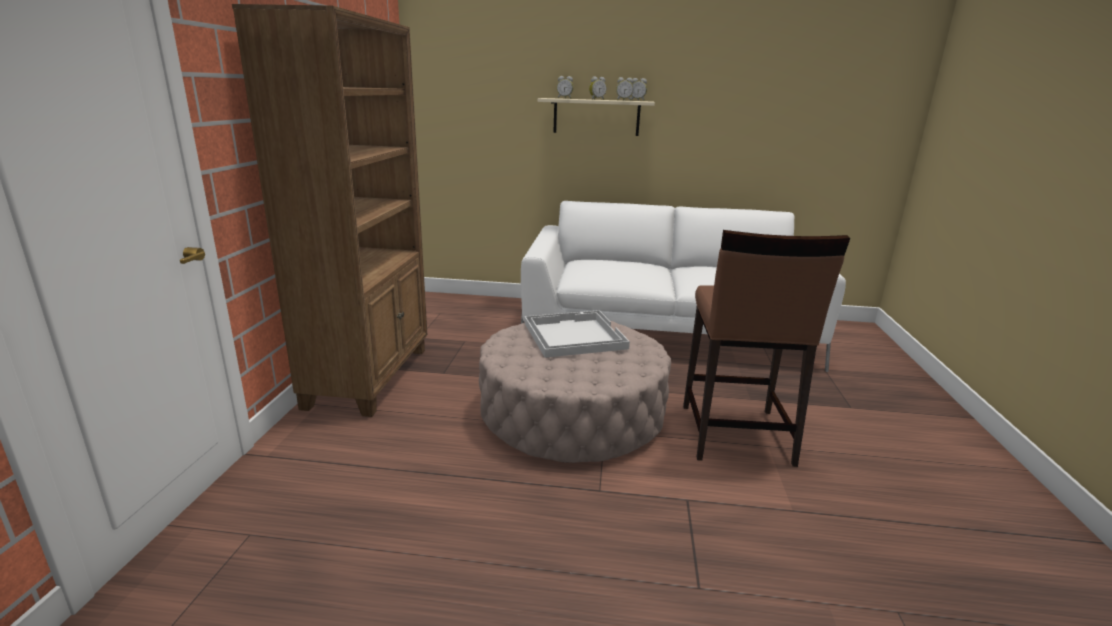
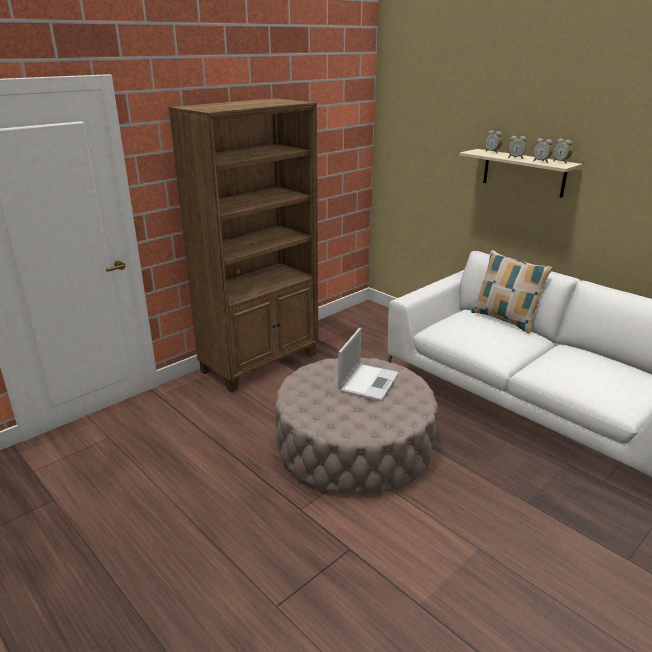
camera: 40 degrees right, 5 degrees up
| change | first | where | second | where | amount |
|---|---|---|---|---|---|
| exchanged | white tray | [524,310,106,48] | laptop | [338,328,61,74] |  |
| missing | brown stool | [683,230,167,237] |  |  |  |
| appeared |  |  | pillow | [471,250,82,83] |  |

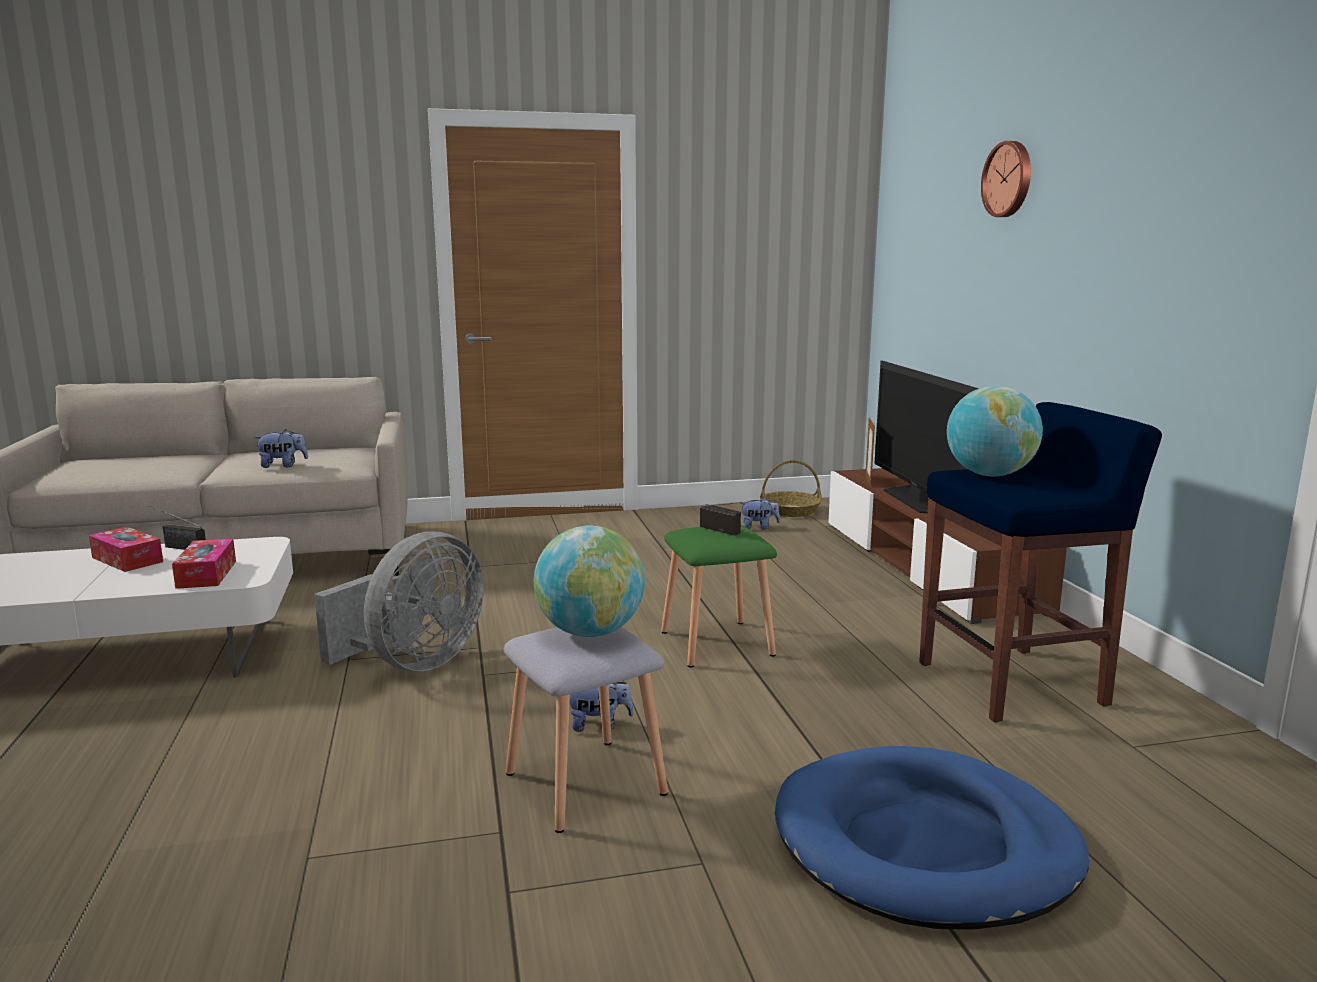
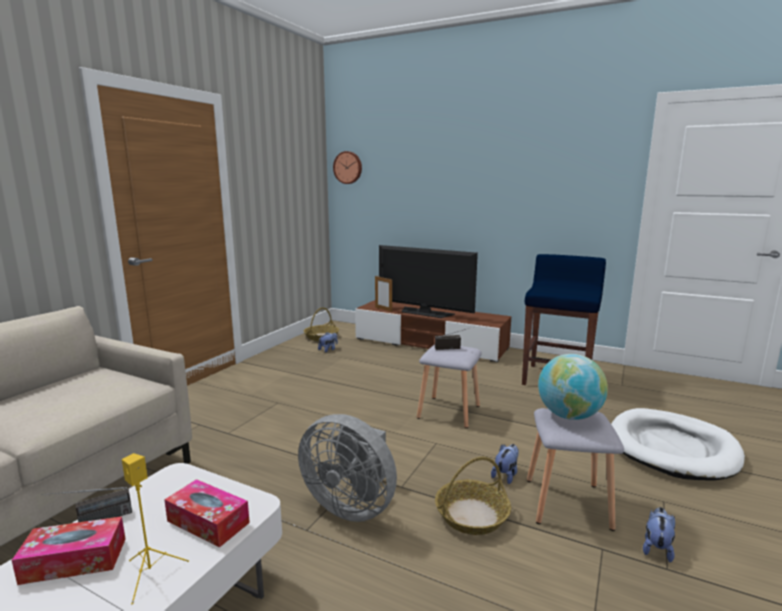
camera: 50 degrees left, 0 degrees up
| change | first | where | second | where | amount |
|---|---|---|---|---|---|
| relocated | plush toy | [254,429,54,39] |  | [643,507,32,55] |  |
| spun | grey fan | [314,531,170,140] |  | [298,414,99,108] | 135 degrees clockwise |
| colour | green stool | [661,525,116,142] | grey stool | [417,345,65,83] |  |
| colour | blue dog bed | [775,746,314,184] | white dog bed | [611,408,134,72] |  |
| missing | globe | [947,386,96,90] |  |  |  |
| relocated | wall clock | [981,141,50,76] |  | [333,151,29,33] |  |
| appeared |  |  | yellow speaker | [122,453,67,152] |  |
| appeared |  |  | basket | [435,457,76,78] |  |

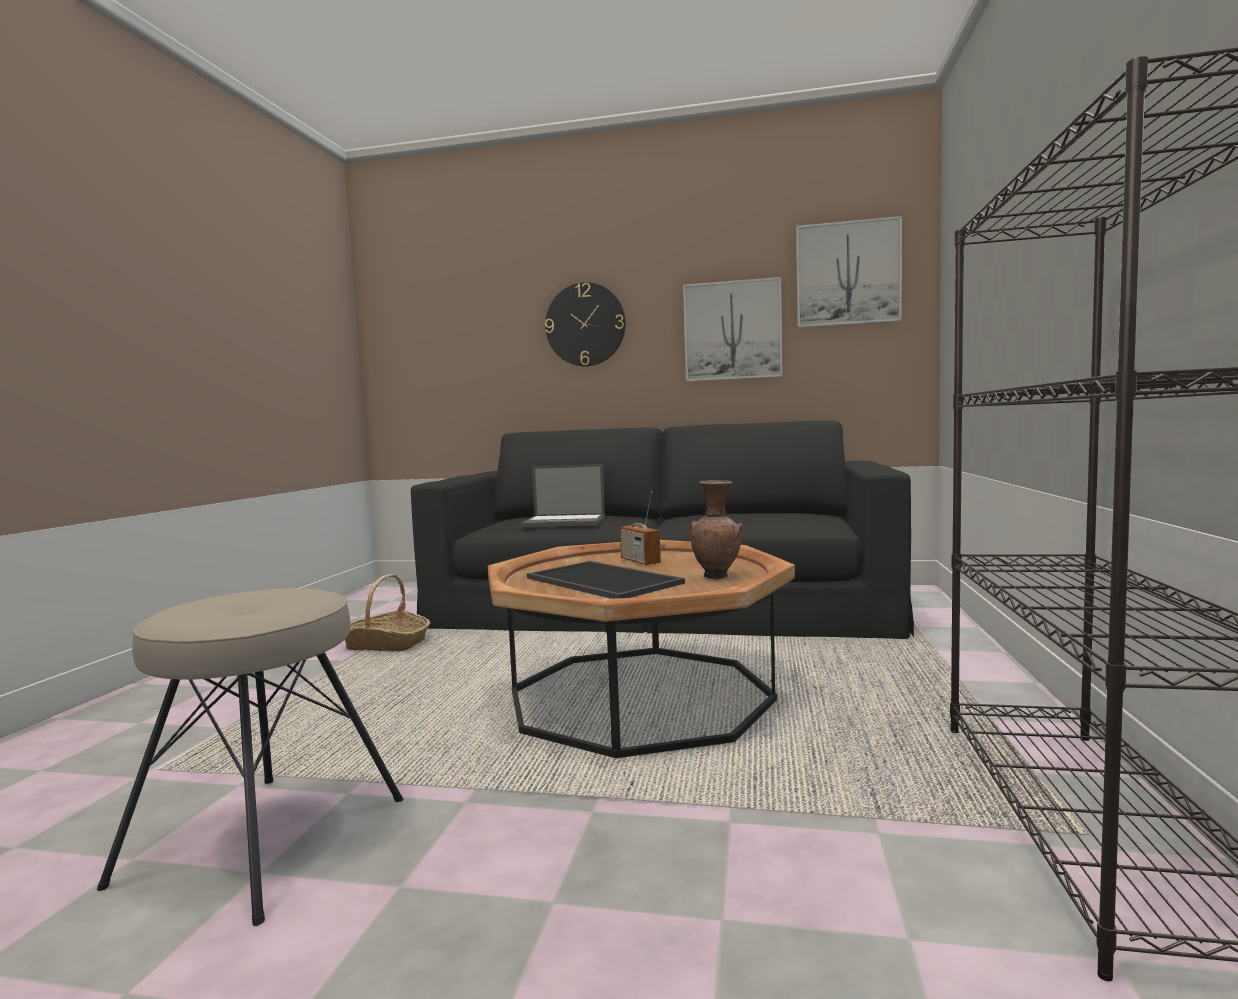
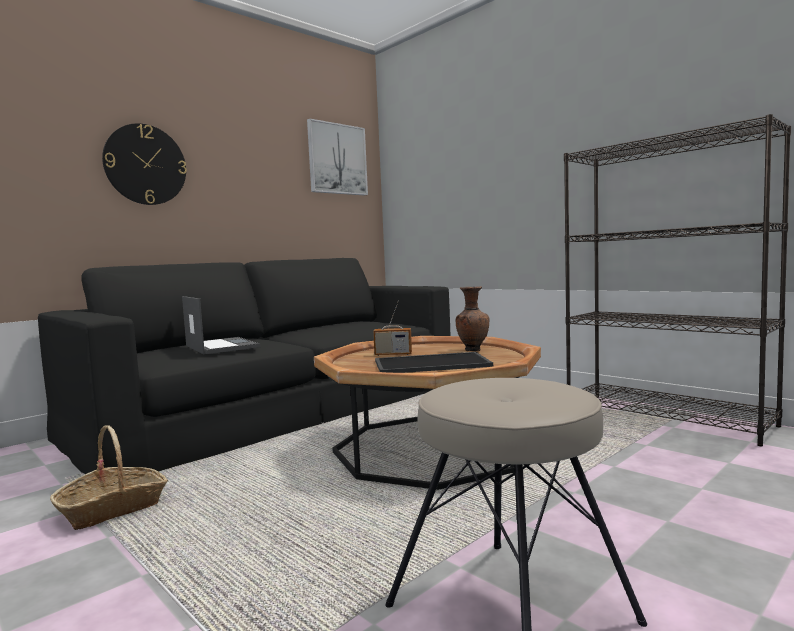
camera: 55 degrees left, 0 degrees up
| change | first | where | second | where | amount |
|---|---|---|---|---|---|
| spun | laptop | [521,464,84,63] |  | [182,296,78,58] | 75 degrees counterclockwise |
| missing | picture | [683,277,100,105] |  |  |  |

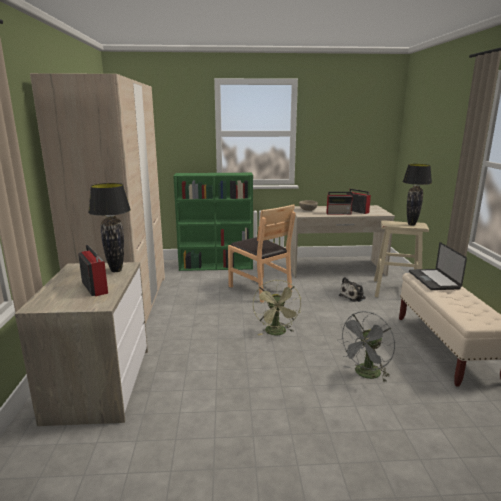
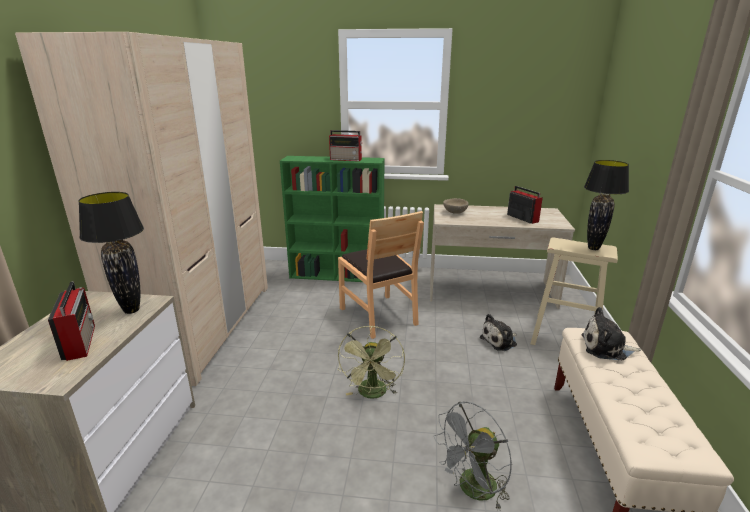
camera: 10 degrees right, 5 degrees up
| change | first | where | second | where | amount |
|---|---|---|---|---|---|
| relocated | radio | [326,192,27,23] |  | [329,130,33,31] |  |
| exchanged | laptop | [409,242,58,48] | plush toy | [581,307,60,53] |  |

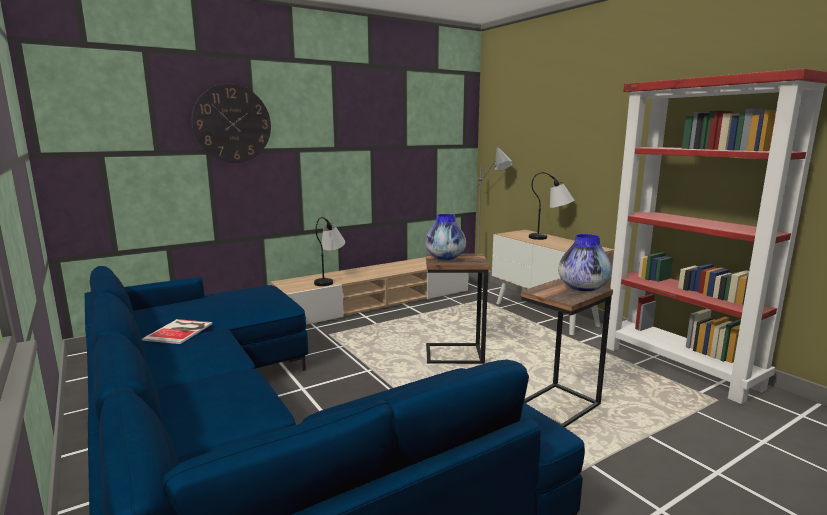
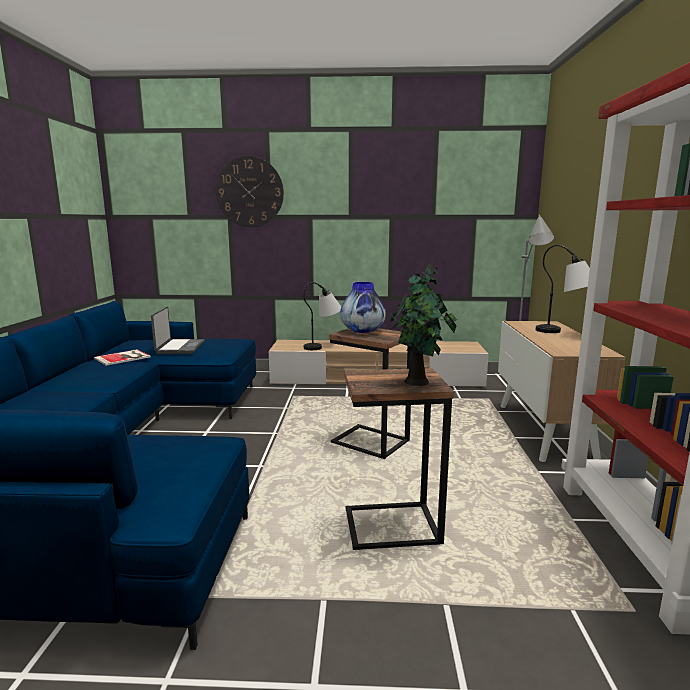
camera: 35 degrees right, 0 degrees up
| change | first | where | second | where | amount |
|---|---|---|---|---|---|
| exchanged | vase | [558,234,54,57] | potted plant | [390,264,67,122] |  |
| appeared |  |  | laptop | [151,306,54,48] |  |

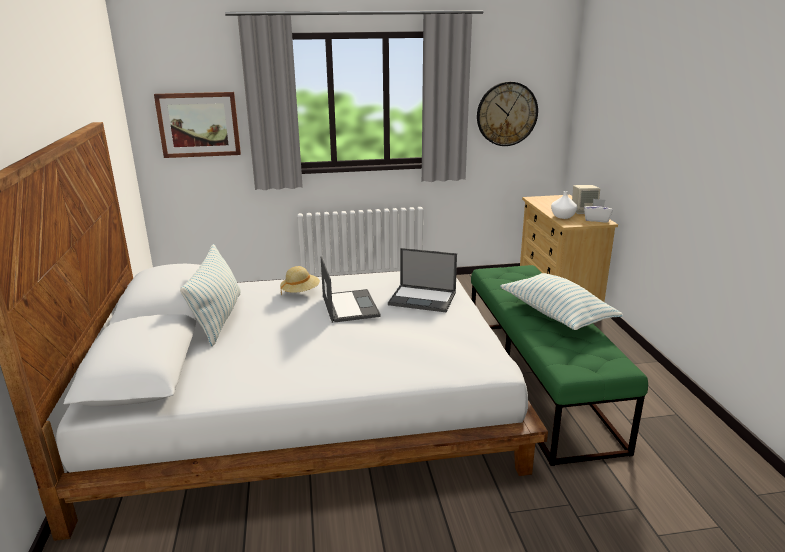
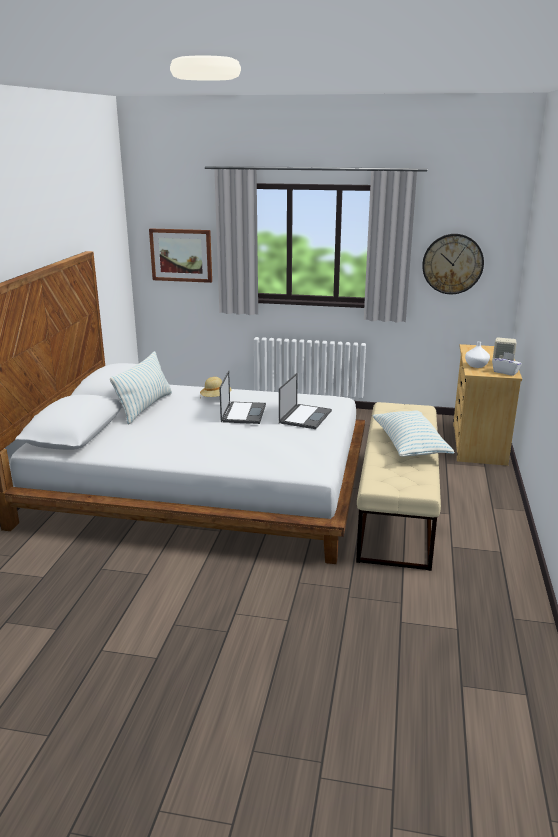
camera: 20 degrees right, 0 degrees up
| change | first | where | second | where | amount |
|---|---|---|---|---|---|
| spun | laptop | [388,248,69,64] |  | [279,373,53,56] | 105 degrees counterclockwise |
| colour | green bench | [471,265,177,201] | beige bench | [356,402,85,169] |  |

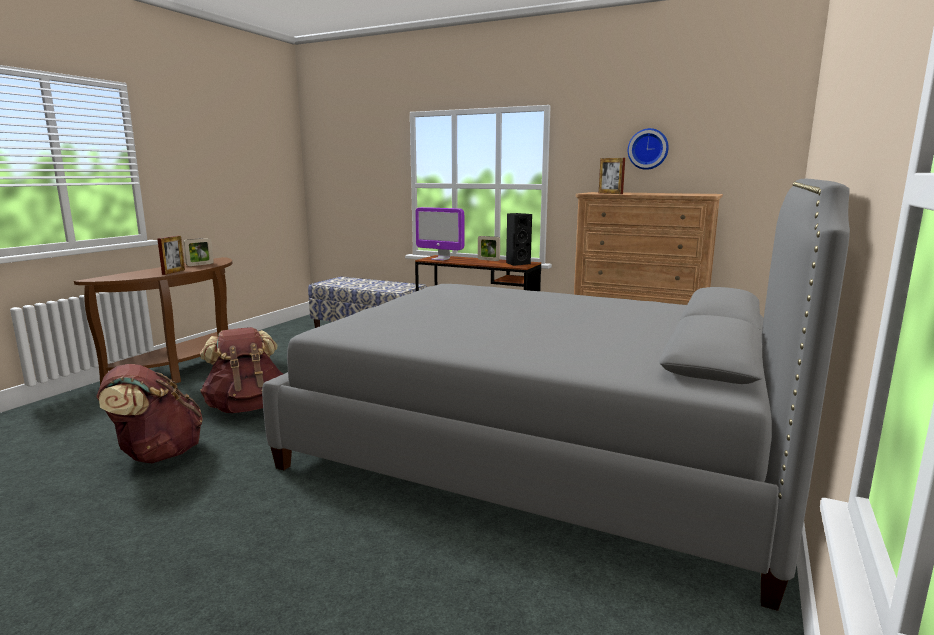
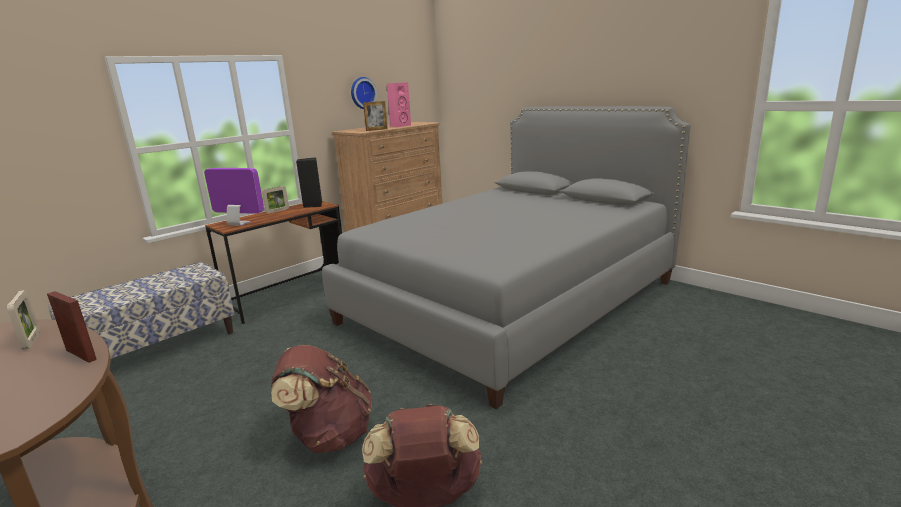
camera: 70 degrees left, 5 degrees up
| change | first | where | second | where | amount |
|---|---|---|---|---|---|
| spun | monitor | [415,207,49,54] |  | [204,168,60,58] | 120 degrees counterclockwise |
| appeared |  |  | pink speaker | [387,82,24,45] |  |

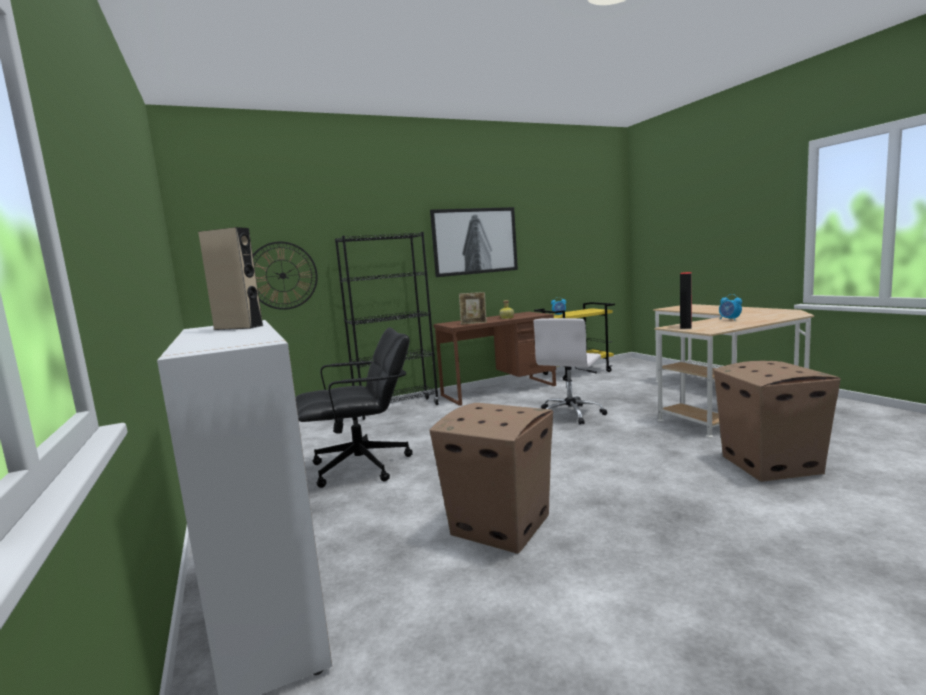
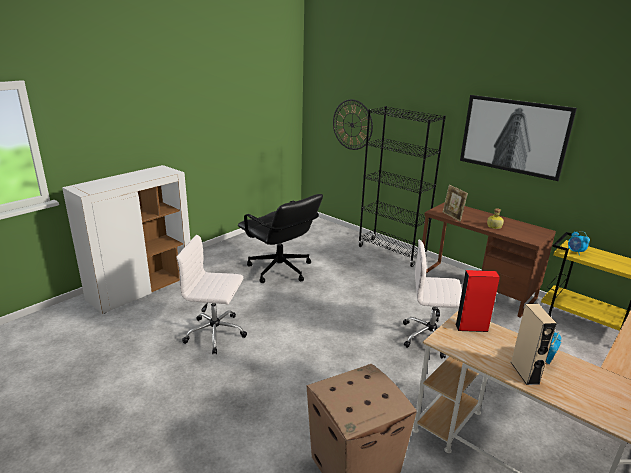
camera: 65 degrees right, 15 degrees up
| change | first | where | second | where | amount |
|---|---|---|---|---|---|
| relocated | beige speaker | [198,227,65,103] |  | [511,304,46,81] |  |
| exchanged | cardboard box | [429,403,124,151] | white office chair | [176,234,71,120] |  |

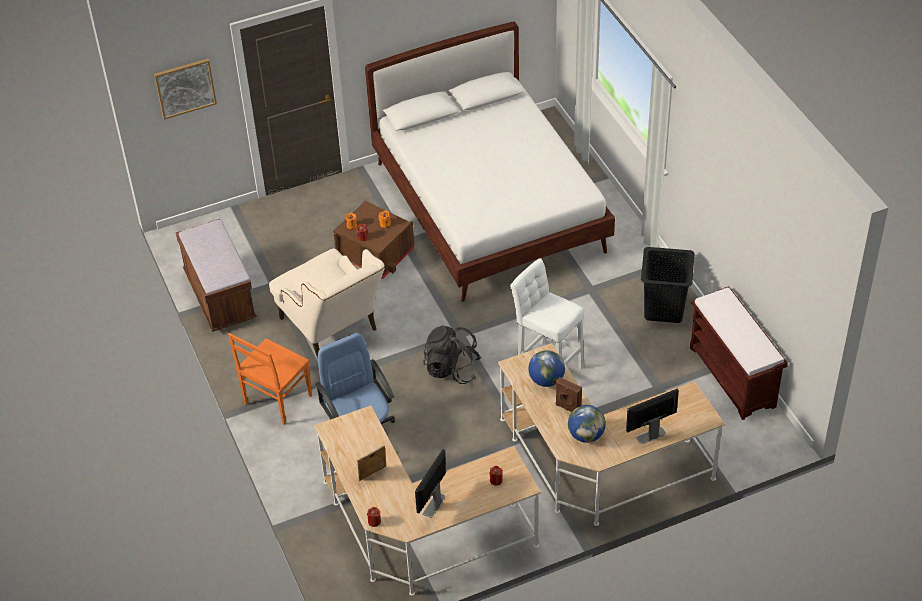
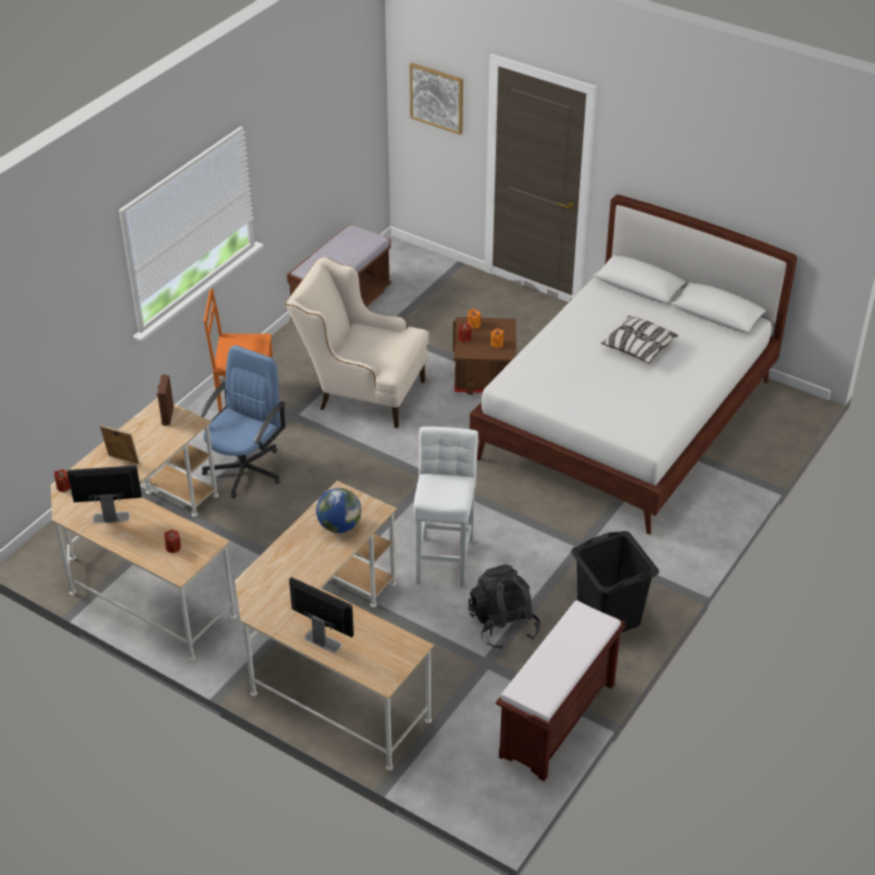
camera: 55 degrees right, 5 degrees down
| change | first | where | second | where | amount |
|---|---|---|---|---|---|
| spun | beige armchair | [269,248,116,111] |  | [285,257,144,171] | 90 degrees clockwise |
| relocated | black backpack | [423,326,58,58] |  | [468,564,72,85] |  |
| relocated | brown speaker | [556,377,26,35] |  | [157,374,17,52] |  |
| missing | globe | [568,405,38,38] |  |  |  |
| appeared |  |  | pillow | [601,316,77,48] |  |

